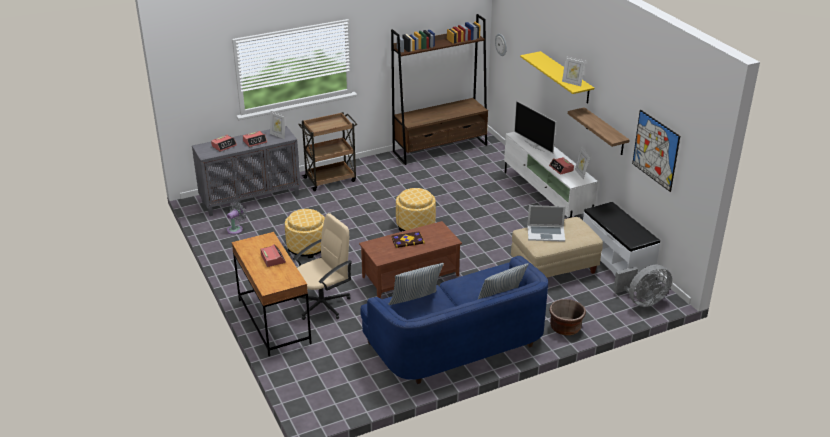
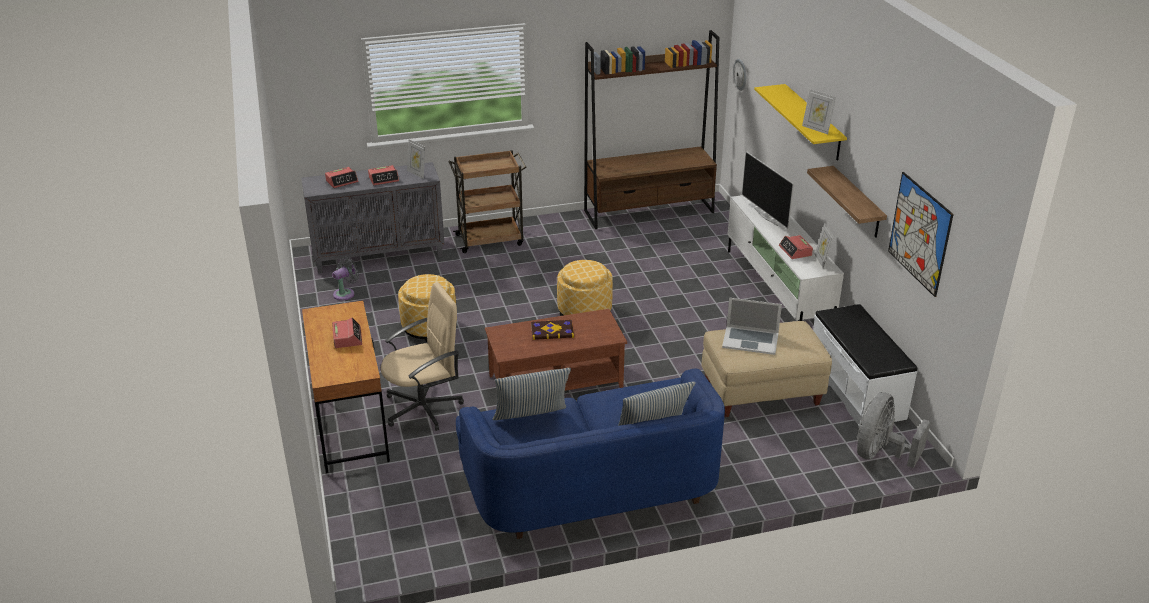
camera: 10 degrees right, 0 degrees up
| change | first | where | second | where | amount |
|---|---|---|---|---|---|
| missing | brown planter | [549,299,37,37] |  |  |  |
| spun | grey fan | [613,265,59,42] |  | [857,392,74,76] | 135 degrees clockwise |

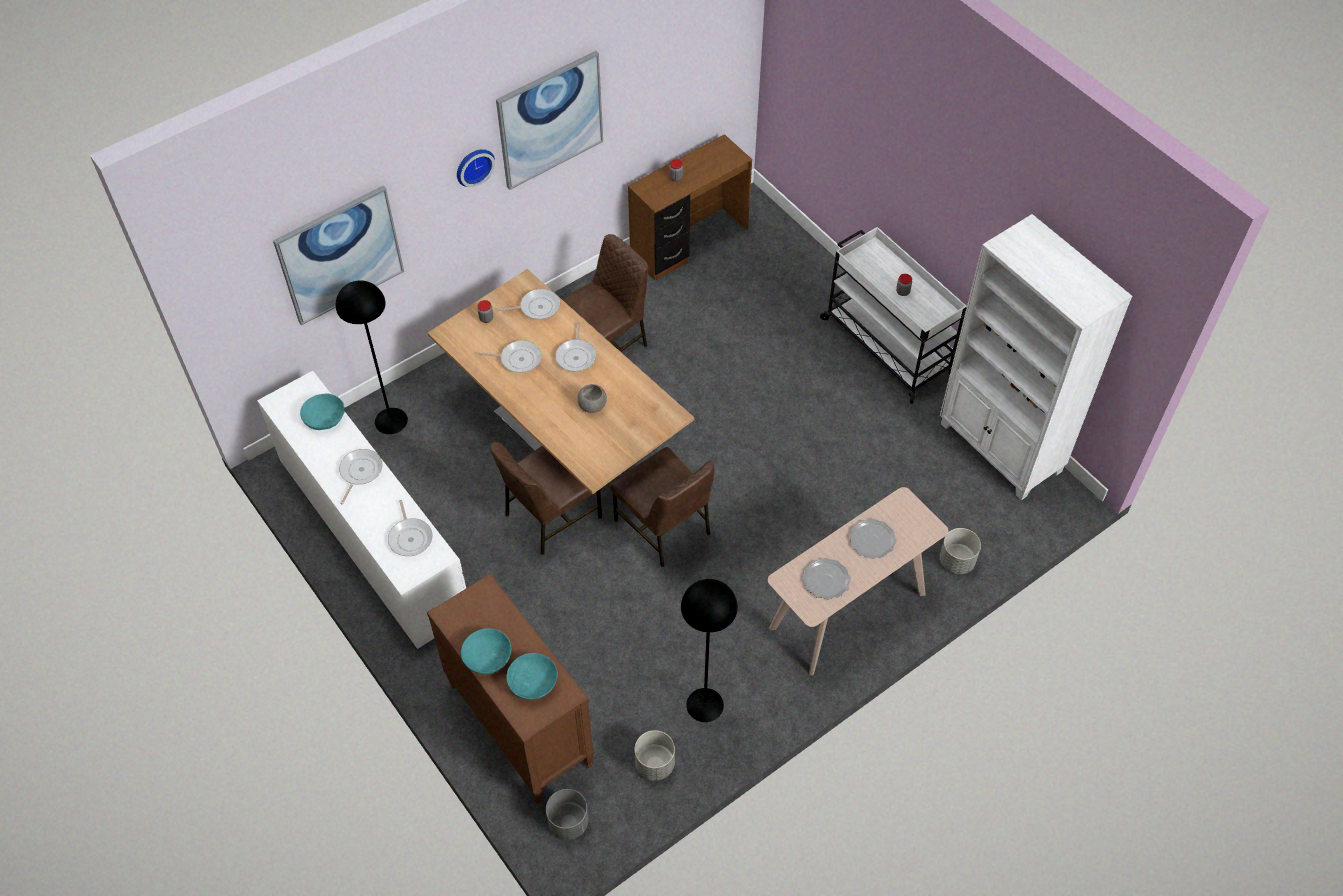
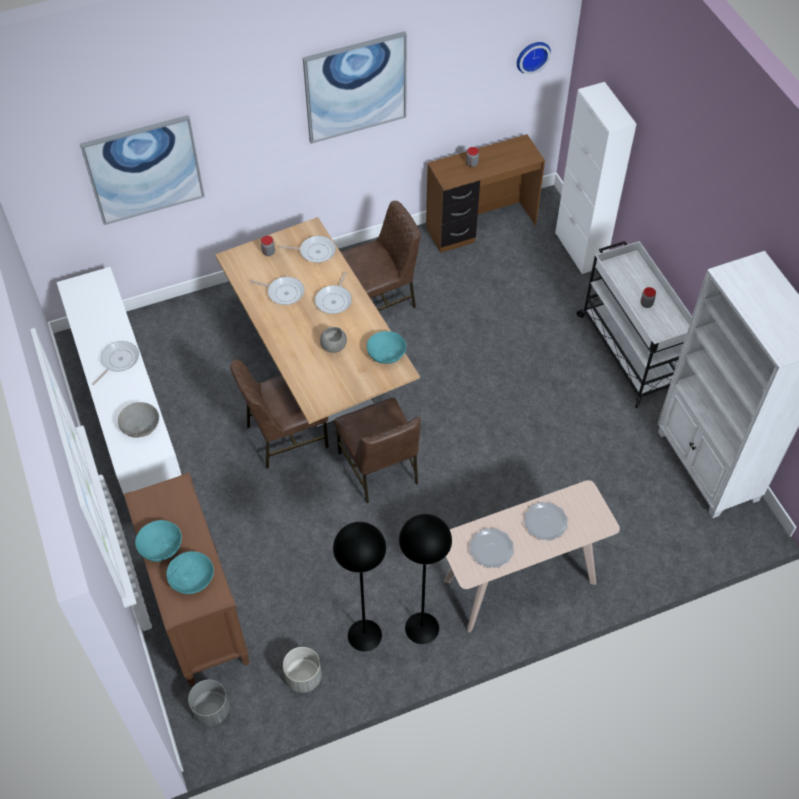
camera: 15 degrees right, 0 degrees up
| change | first | where | second | where | amount |
|---|---|---|---|---|---|
| relocated | turquoise bowl | [300,394,45,36] |  | [367,331,39,33] |  |
| relocated | black floor lamp | [336,280,72,154] |  | [399,514,53,130] |  |
| exchanged | frying pan | [388,500,45,56] | grey bowl | [118,402,41,36] |  |
| relocated | wall clock | [457,149,38,38] |  | [517,42,34,32] |  |
| missing | grey planter | [940,528,41,46] |  |  |  |
| appeared |  |  | white cabinet | [555,82,81,192] |  |

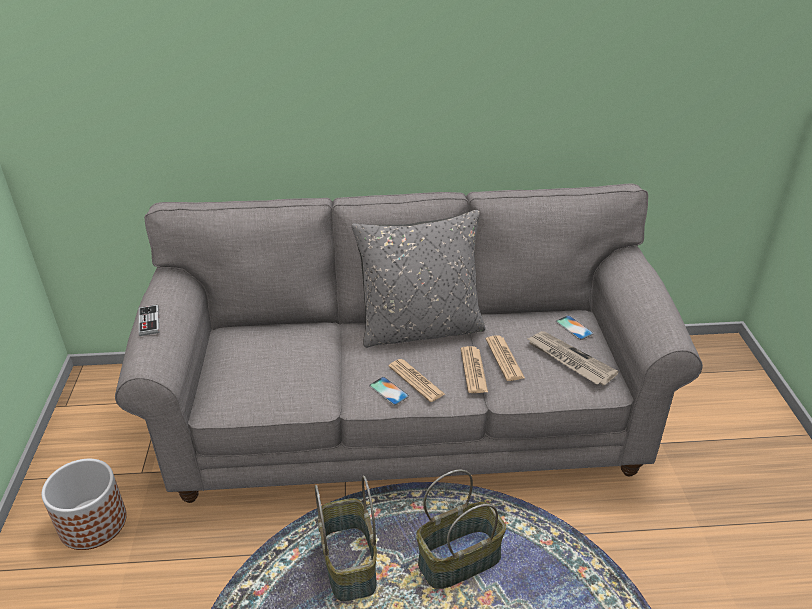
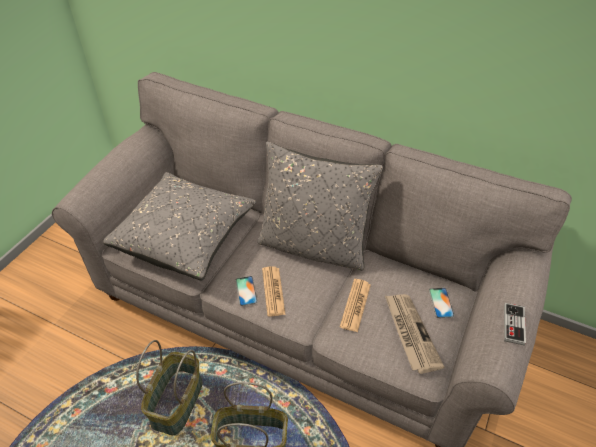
camera: 30 degrees right, 10 degrees up
| change | first | where | second | where | amount |
|---|---|---|---|---|---|
| missing | planter | [41,459,86,91] |  |  |  |
| relocated | game controller | [139,305,20,31] |  | [504,303,22,43] |  |
| missing | newspaper | [461,346,27,47] |  |  |  |
| appeared |  |  | grey pillow | [103,172,153,109] |  |

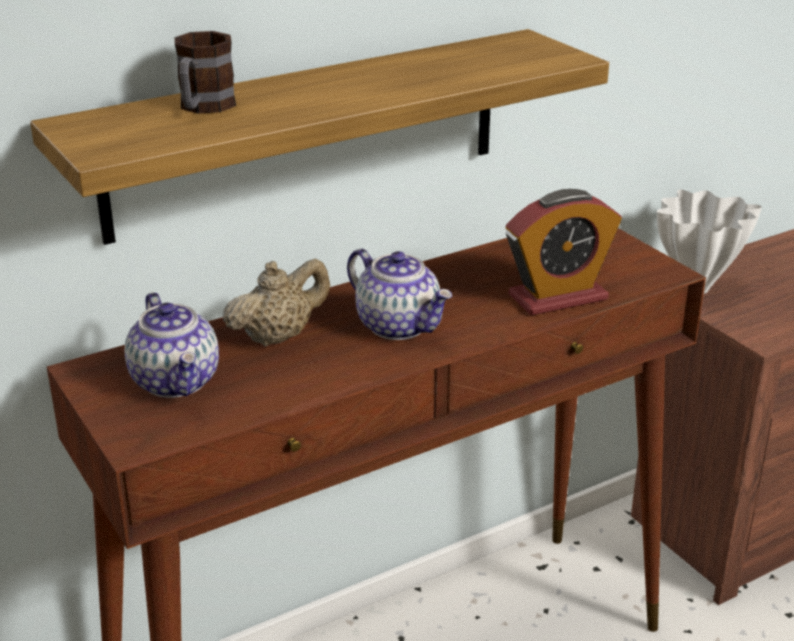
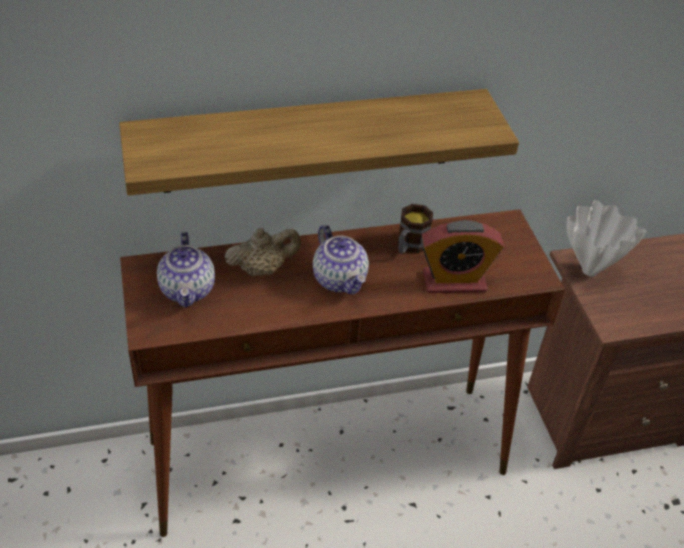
camera: 15 degrees right, 15 degrees up
| change | first | where | second | where | amount |
|---|---|---|---|---|---|
| relocated | mug | [175,31,61,82] |  | [398,204,35,50] |  |

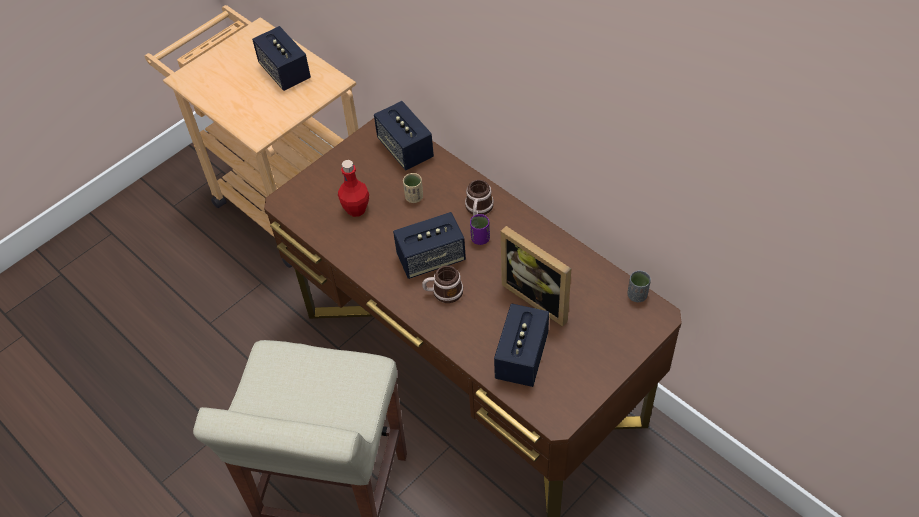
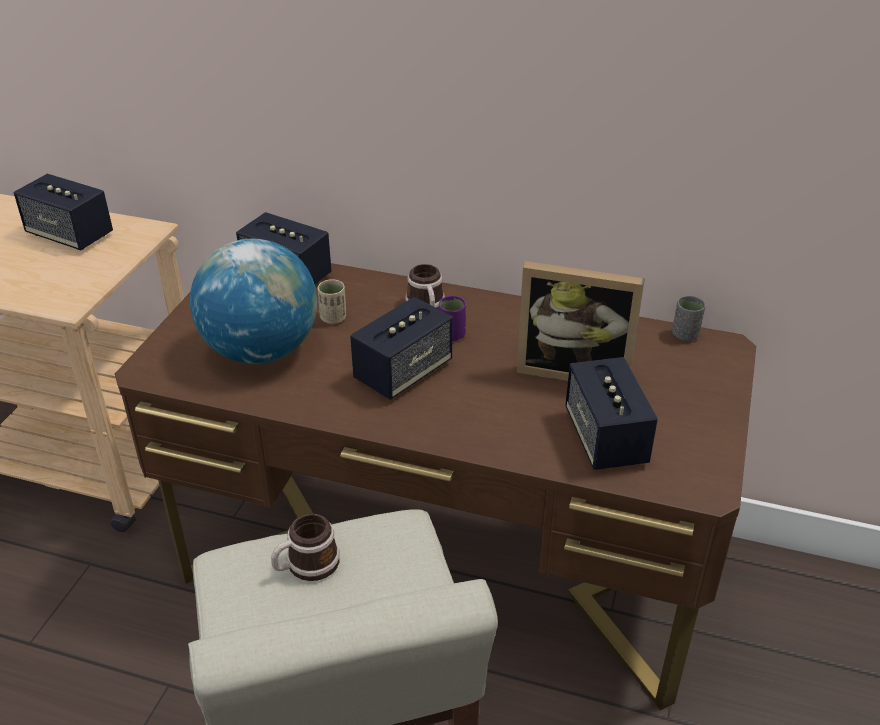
camera: 30 degrees left, 15 degrees down
| change | first | where | second | where | amount |
|---|---|---|---|---|---|
| exchanged | red bottle | [338,160,31,57] | globe | [190,239,127,125] |  |
| relocated | mug | [422,265,41,38] |  | [271,514,69,67] |  |

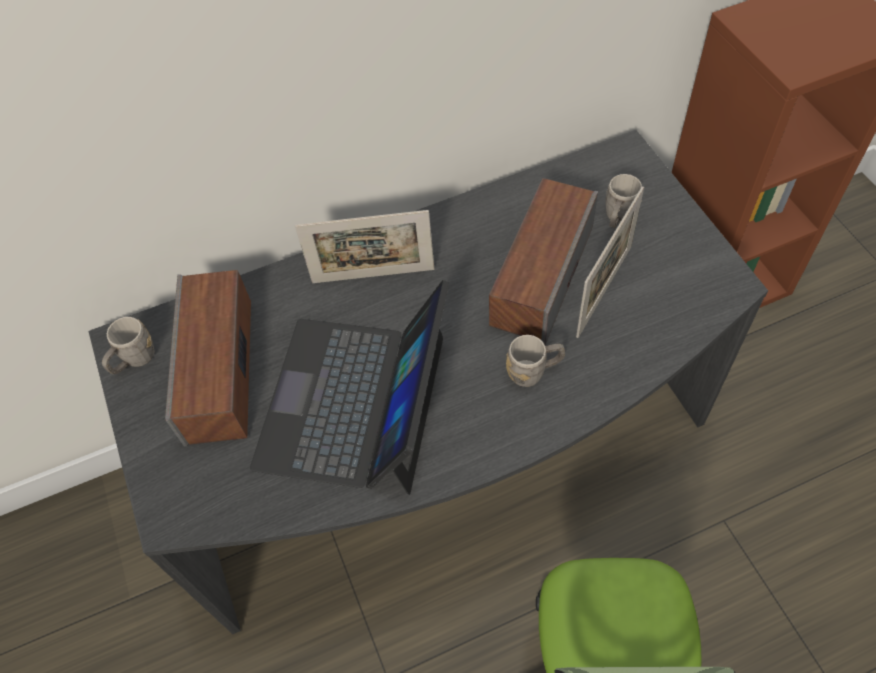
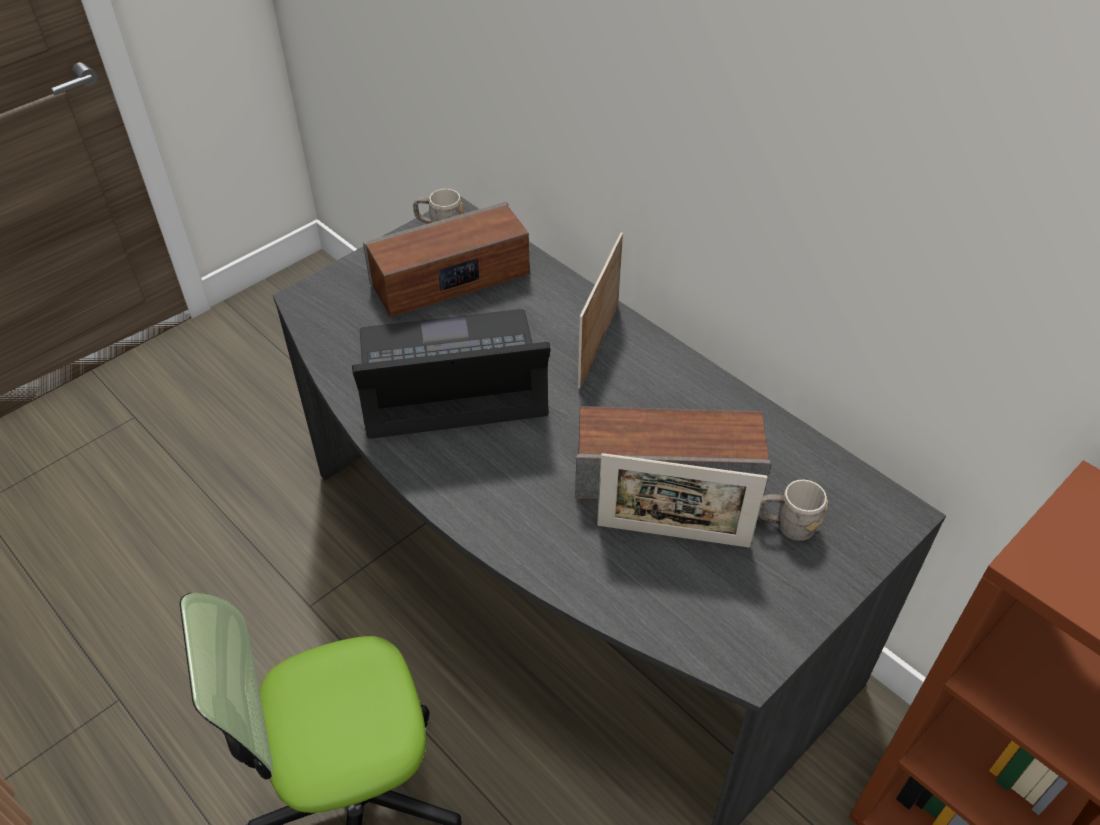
camera: 65 degrees right, 10 degrees down
| change | first | where | second | where | amount |
|---|---|---|---|---|---|
| spun | picture frame | [295,210,139,73] |  | [578,232,45,157] | 45 degrees clockwise |
| missing | grey mug | [506,335,59,52] |  |  |  |

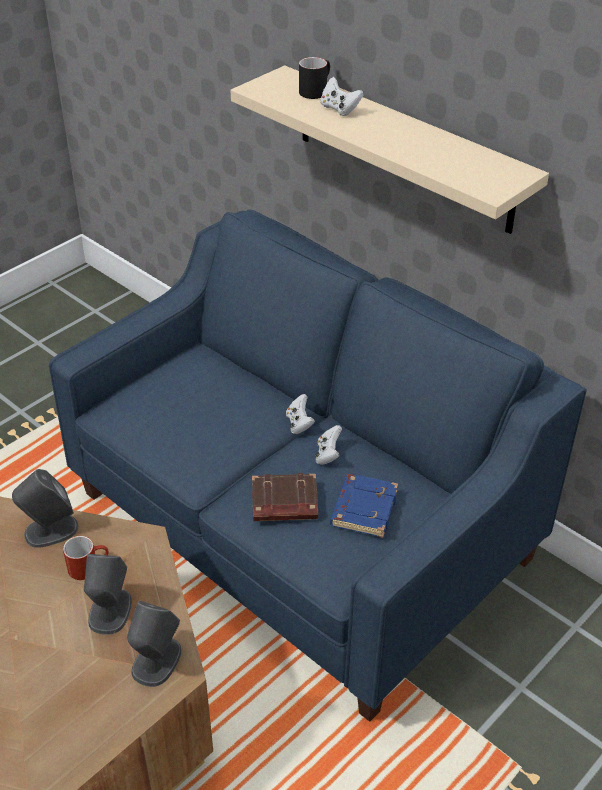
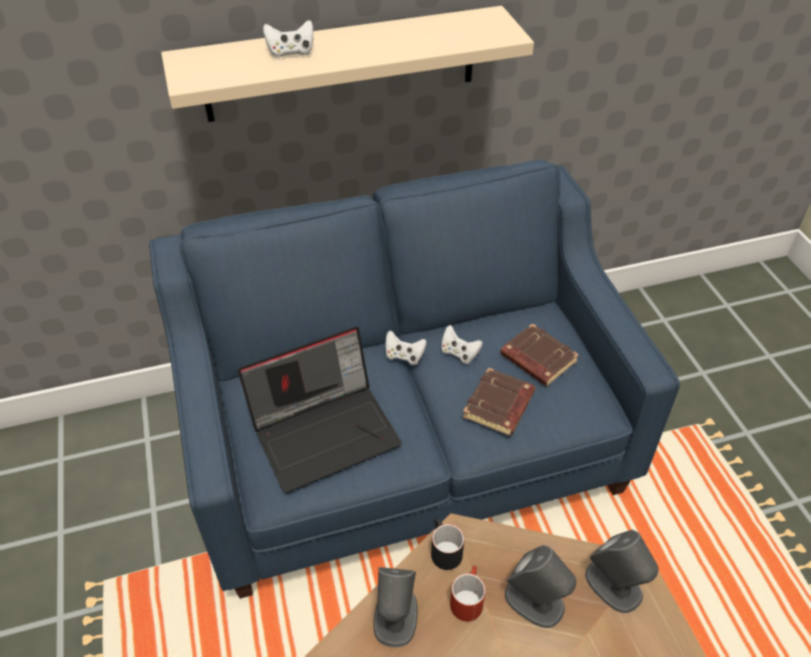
camera: 60 degrees left, 5 degrees up
| change | first | where | second | where | amount |
|---|---|---|---|---|---|
| relocated | black mug | [299,57,31,42] |  | [431,518,33,52] |  |
| colour | blue book | [330,474,68,64] | brown book | [500,323,79,63] |  |
| appeared |  |  | laptop | [238,327,164,166] |  |

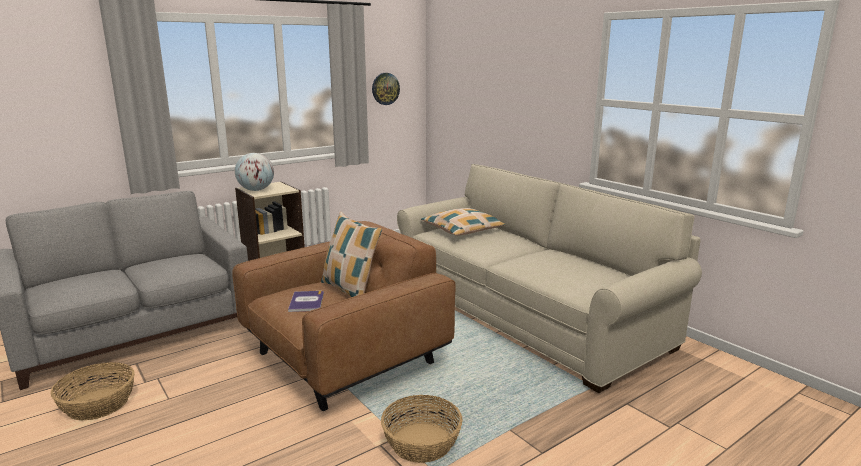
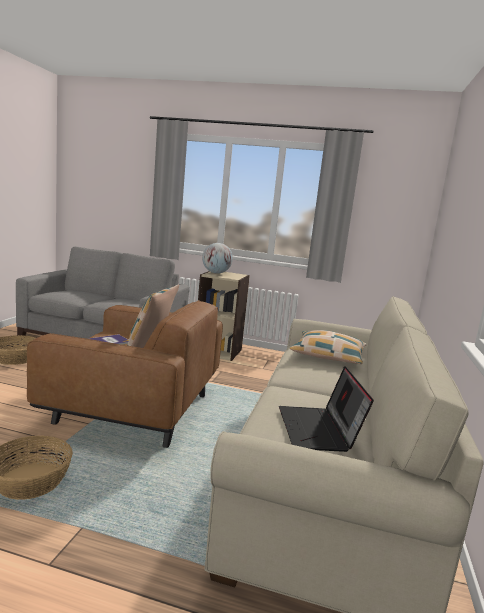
camera: 50 degrees right, 5 degrees down
| change | first | where | second | where | amount |
|---|---|---|---|---|---|
| missing | wall clock | [372,73,28,32] |  |  |  |
| appeared |  |  | laptop | [279,366,95,86] |  |

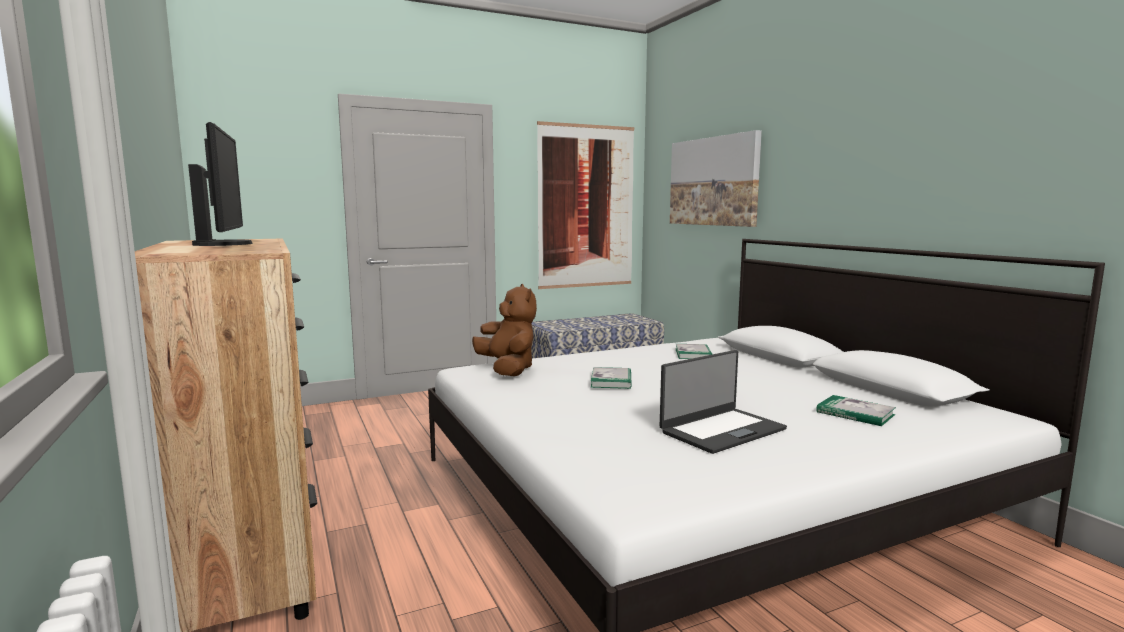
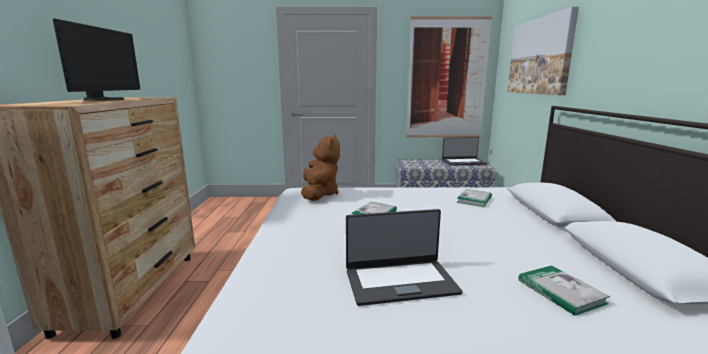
camera: 25 degrees right, 5 degrees up
| change | first | where | second | where | amount |
|---|---|---|---|---|---|
| appeared |  |  | laptop | [442,137,45,29] |  |

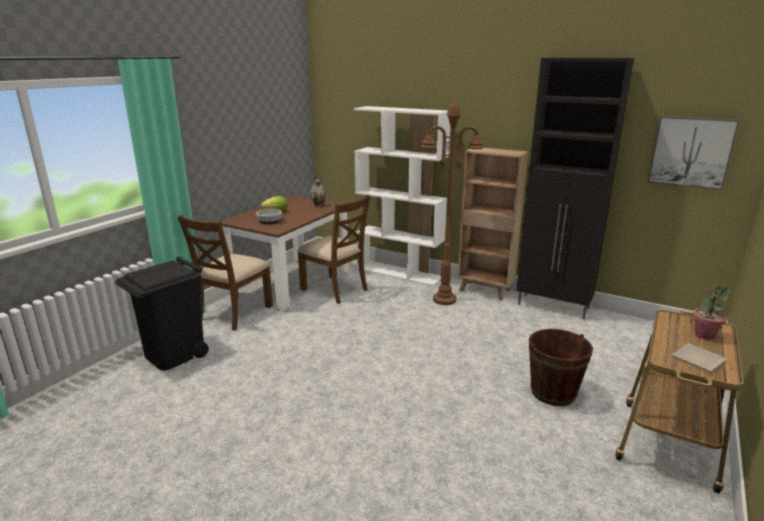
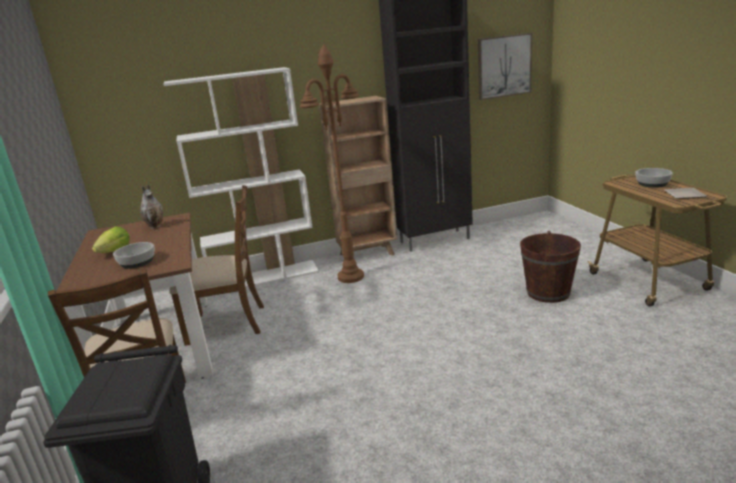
camera: 45 degrees left, 0 degrees up
| change | first | where | second | where | amount |
|---|---|---|---|---|---|
| exchanged | potted plant | [692,284,38,56] | bowl | [635,168,38,20] |  |

